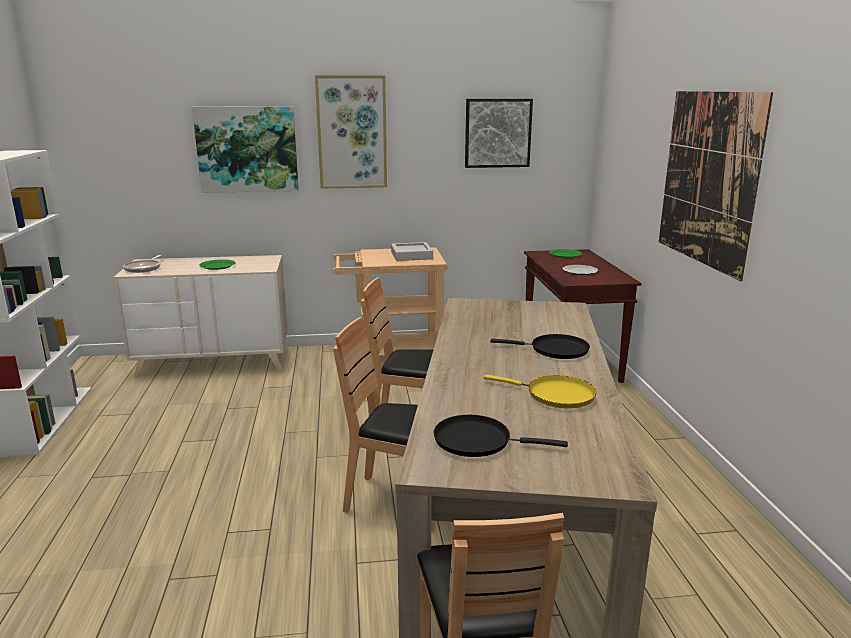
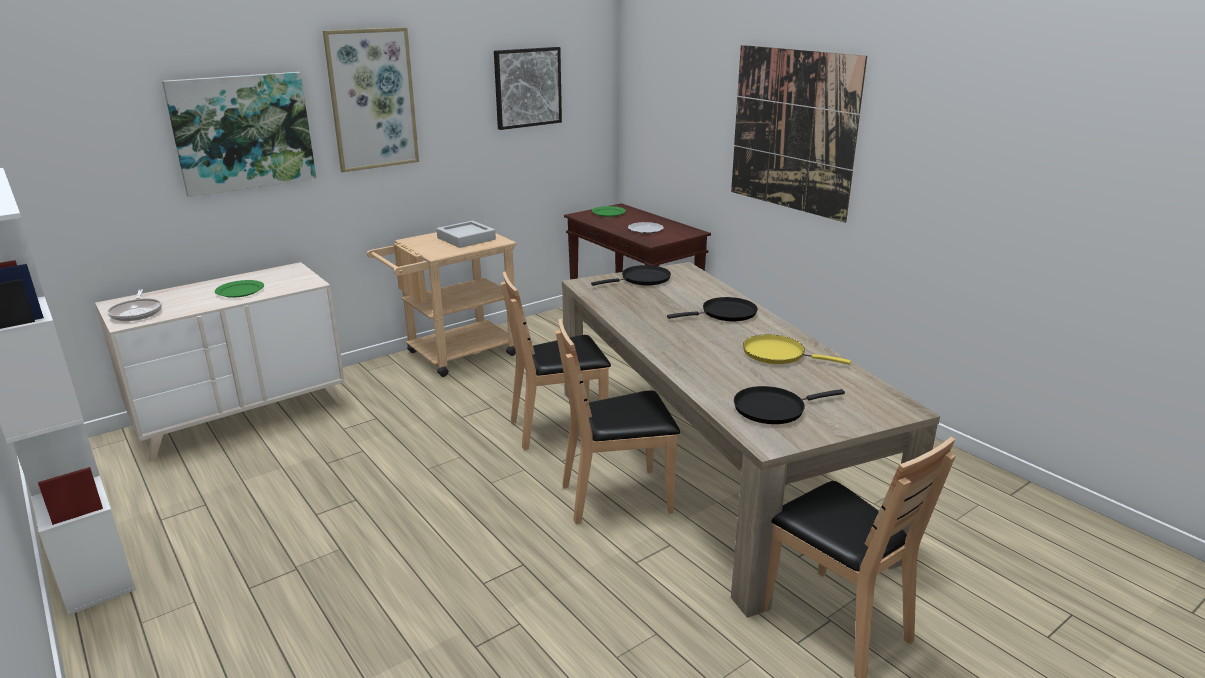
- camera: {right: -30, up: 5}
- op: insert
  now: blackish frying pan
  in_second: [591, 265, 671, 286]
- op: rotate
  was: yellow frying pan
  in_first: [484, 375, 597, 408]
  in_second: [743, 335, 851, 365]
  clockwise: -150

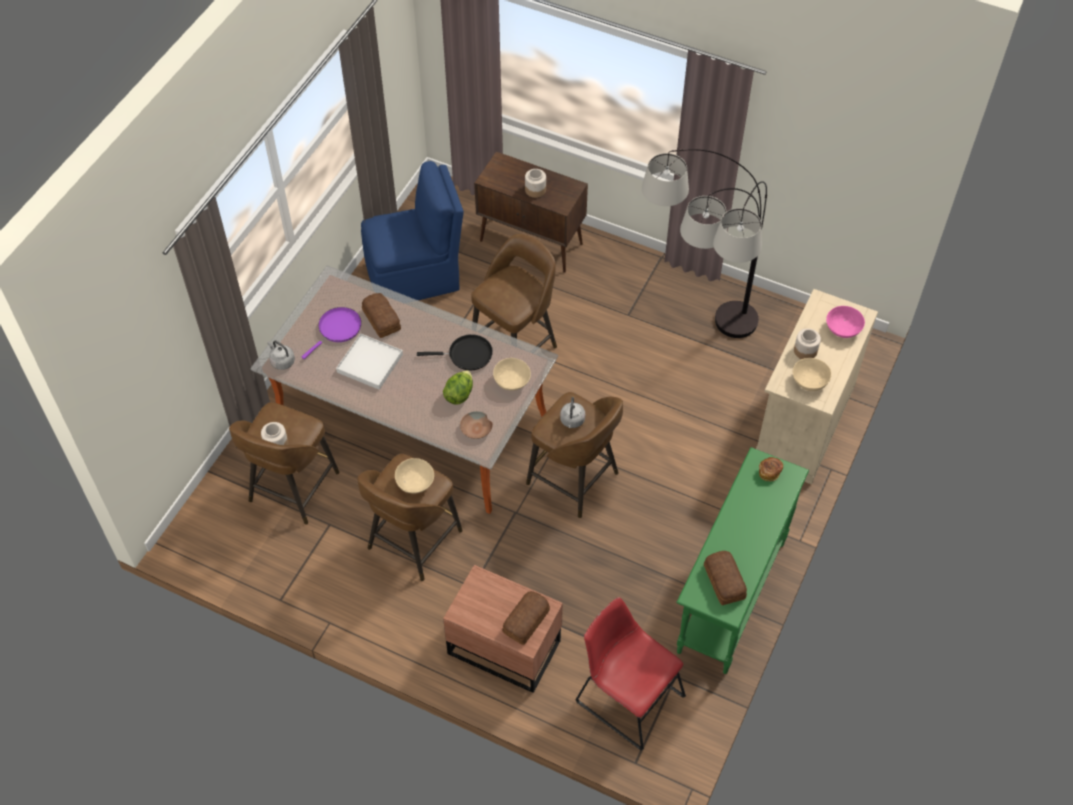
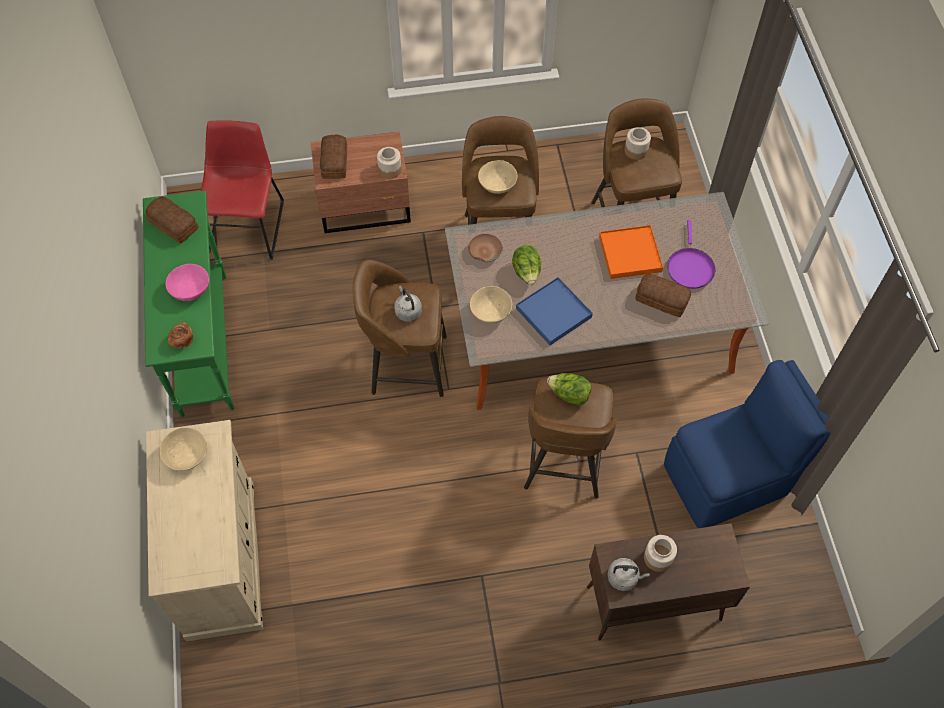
- camera: {right: 145, up: 5}
- op: move
  was: pink-coloured serving bowl
  in_first: [826, 306, 865, 338]
  in_second: [166, 264, 209, 301]
- op: rotate
  was: red-coloured plain chair
  in_first: [575, 597, 686, 750]
  in_second: [201, 121, 284, 260]
  clockwise: -90
- op: move
  was: jar
  in_first: [794, 328, 821, 359]
  in_second: [377, 147, 402, 179]
- op: replace
  was: blackish frying pan
  now: blue tray
  in_first: [417, 334, 493, 370]
  in_second: [516, 277, 593, 345]
- op: insert
  now: lettuce
  in_second: [547, 373, 591, 406]
- op: recolor
  was: white tray
  now: orangey tray
  in_first: [336, 333, 403, 390]
  in_second: [599, 225, 663, 279]
- op: move
  was: greyish tea kettle
  in_first: [268, 341, 295, 370]
  in_second: [607, 558, 650, 591]
- op: rotate
  was: blue plain chair
  in_first: [361, 161, 464, 300]
  in_second: [664, 360, 830, 528]
  clockwise: -150
- op: delete
  was: floor lamp
  in_first: [642, 149, 767, 338]

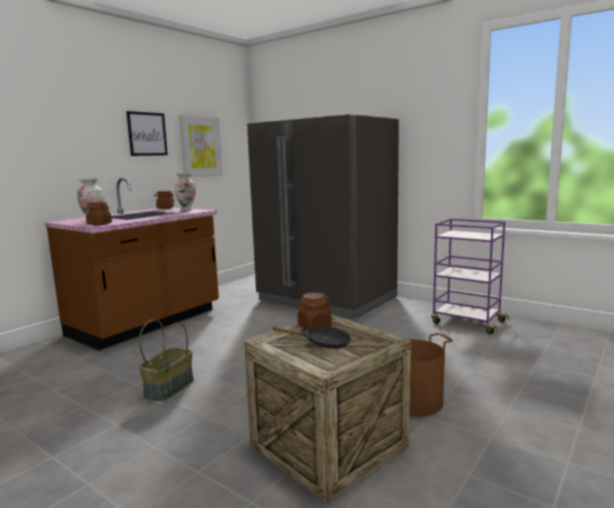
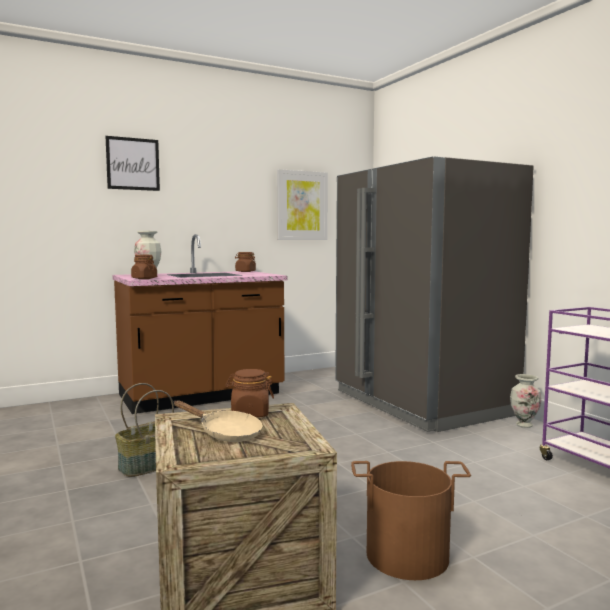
- camera: {right: 25, up: -5}
- op: move
  was: wall art
  in_first: [126, 111, 168, 156]
  in_second: [106, 136, 160, 191]
- op: recolor
  was: blackish frying pan
  now: beige frying pan
  in_first: [273, 326, 351, 349]
  in_second: [174, 400, 262, 442]
- op: move
  was: flower vase
  in_first: [174, 173, 196, 211]
  in_second: [510, 374, 542, 428]

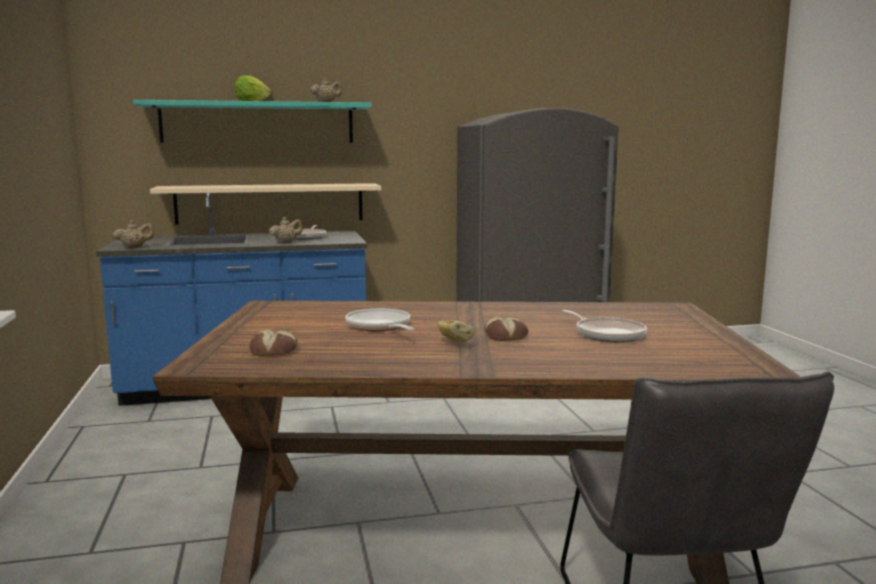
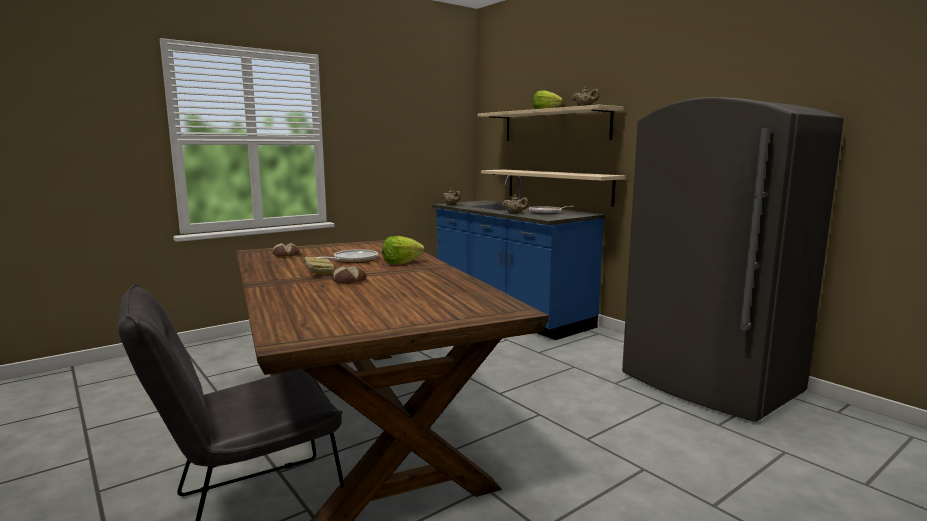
- camera: {right: 65, up: 0}
- op: insert
  now: lettuce
  in_second: [382, 236, 425, 264]
- op: recolor
  was: turquoise-coloured bracket shelf
  now: beige bracket shelf
  in_first: [133, 100, 372, 143]
  in_second: [477, 105, 624, 141]
- op: delete
  was: frying pan
  in_first: [562, 310, 647, 342]

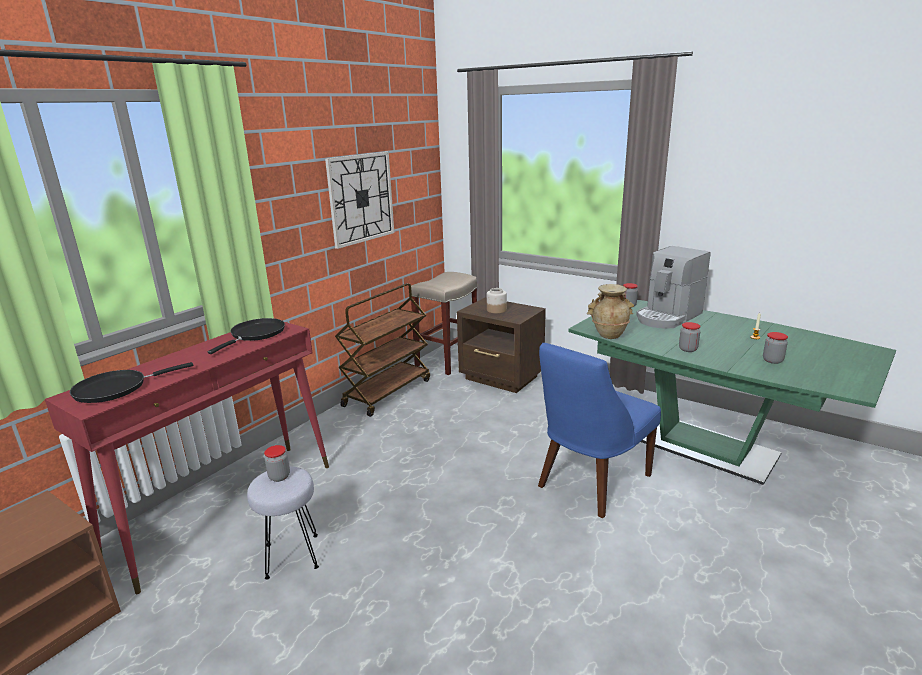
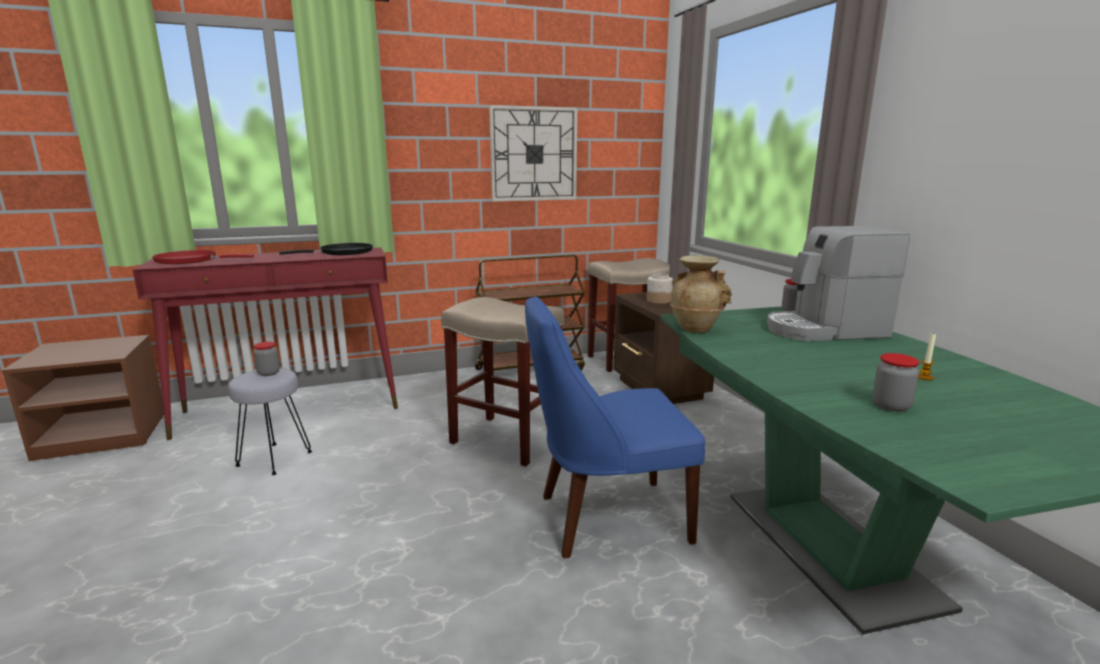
- camera: {right: 35, up: -5}
- op: recolor
  was: blackish frying pan
  now: red-coloured frying pan
  in_first: [70, 362, 193, 403]
  in_second: [152, 250, 254, 264]
- op: insert
  now: beige sitting stool
  in_second: [441, 297, 564, 467]
- op: delete
  was: jar
  in_first: [679, 322, 700, 352]

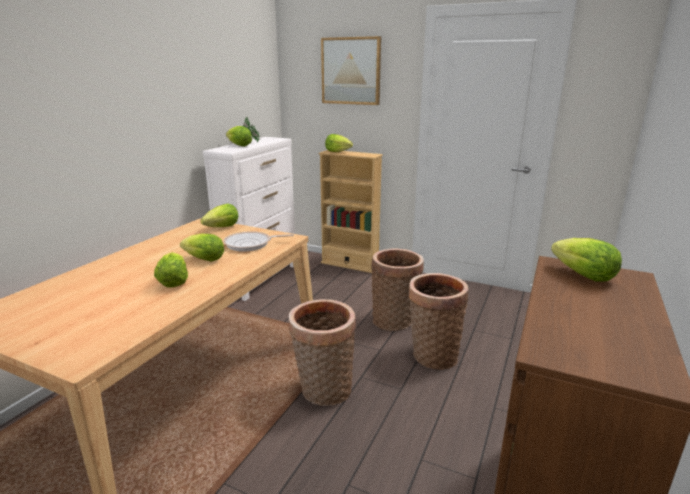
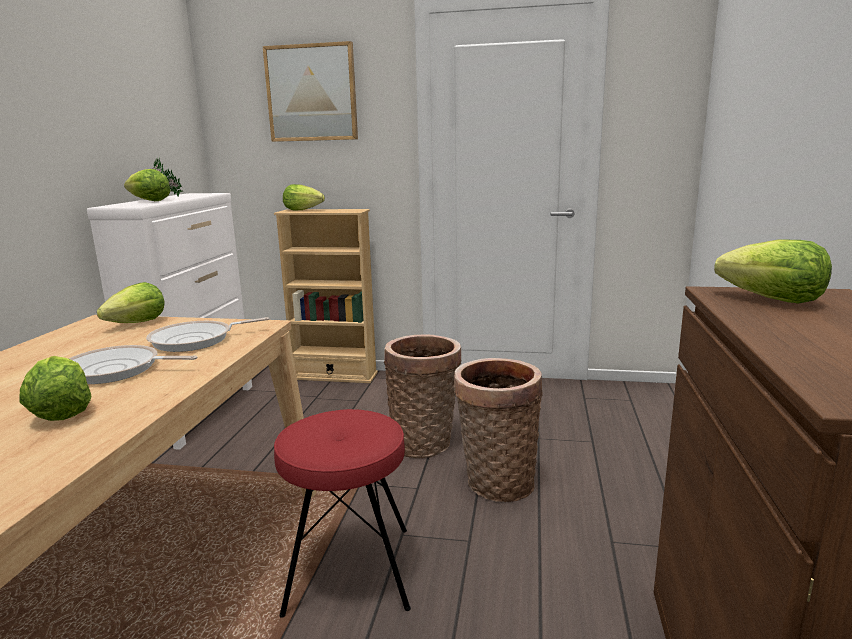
- camera: {right: -15, up: -5}
- op: replace
  was: lettuce
  now: frying pan
  in_first: [180, 234, 224, 262]
  in_second: [69, 345, 198, 384]
- op: replace
  was: basket
  now: red-coloured sitting stool
  in_first: [288, 299, 356, 406]
  in_second: [274, 409, 411, 618]

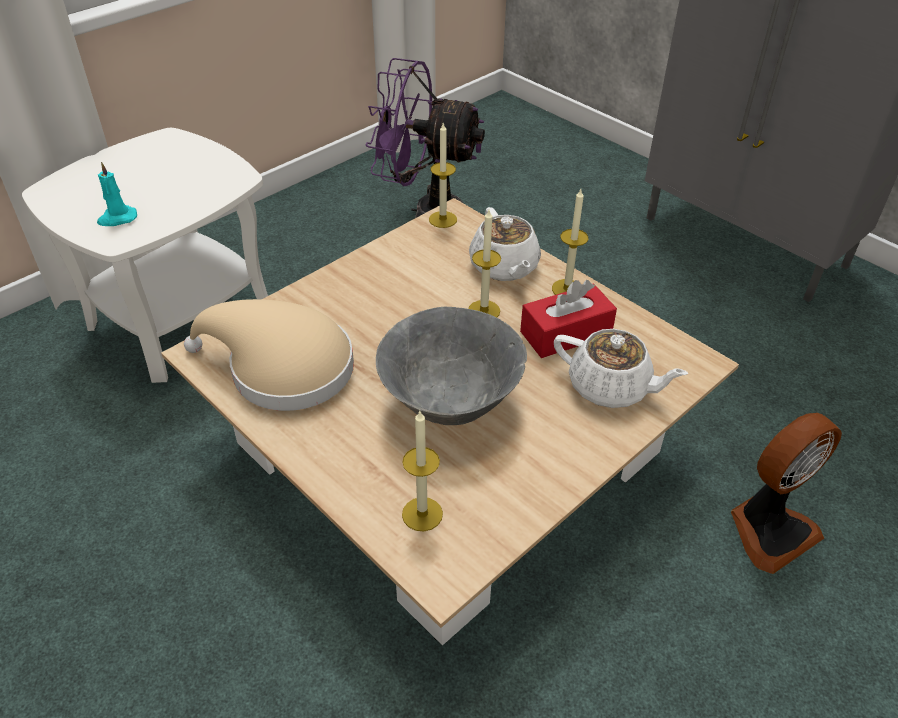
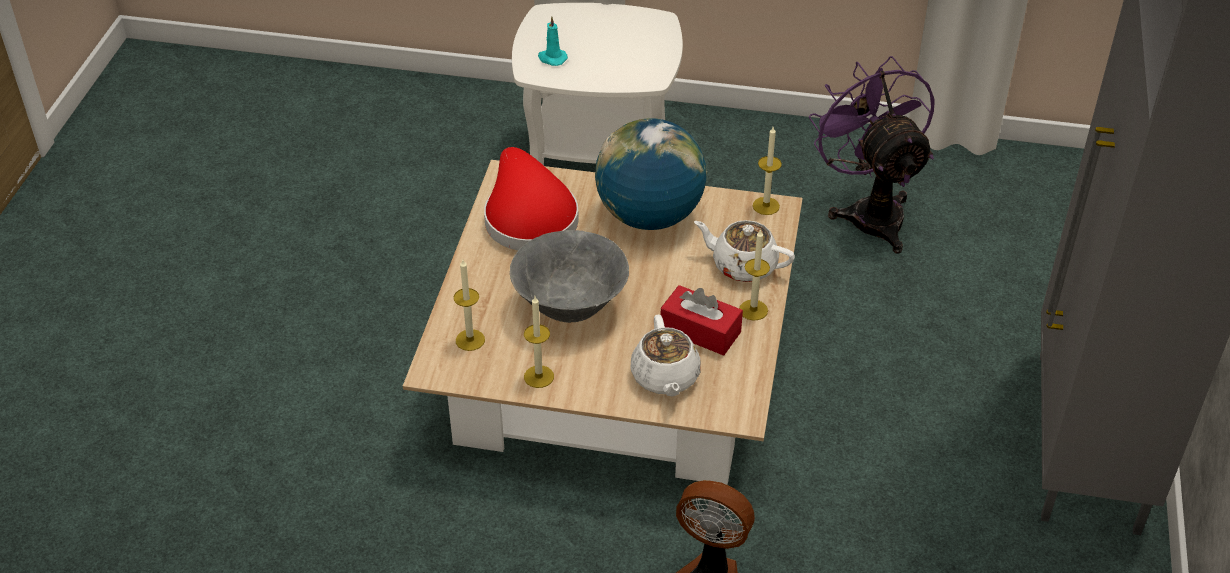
- camera: {right: 55, up: 0}
- op: recolor
  was: beige clothing hat
  now: red-coloured clothing hat
  in_first: [184, 299, 354, 411]
  in_second: [484, 147, 579, 250]
- op: move
  was: wax candle
  in_first: [469, 210, 501, 318]
  in_second: [524, 296, 554, 388]
- op: insert
  now: desk globe
  in_second: [595, 118, 707, 230]
- op: rotate
  was: white pot for tea
  in_first: [469, 207, 541, 281]
  in_second: [694, 220, 795, 282]
  clockwise: 75

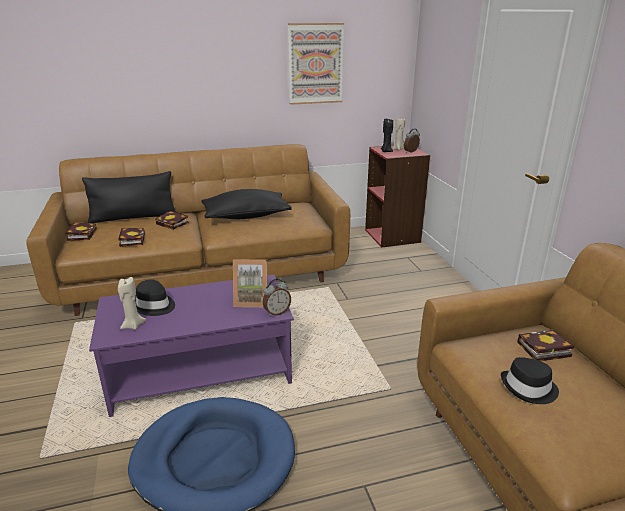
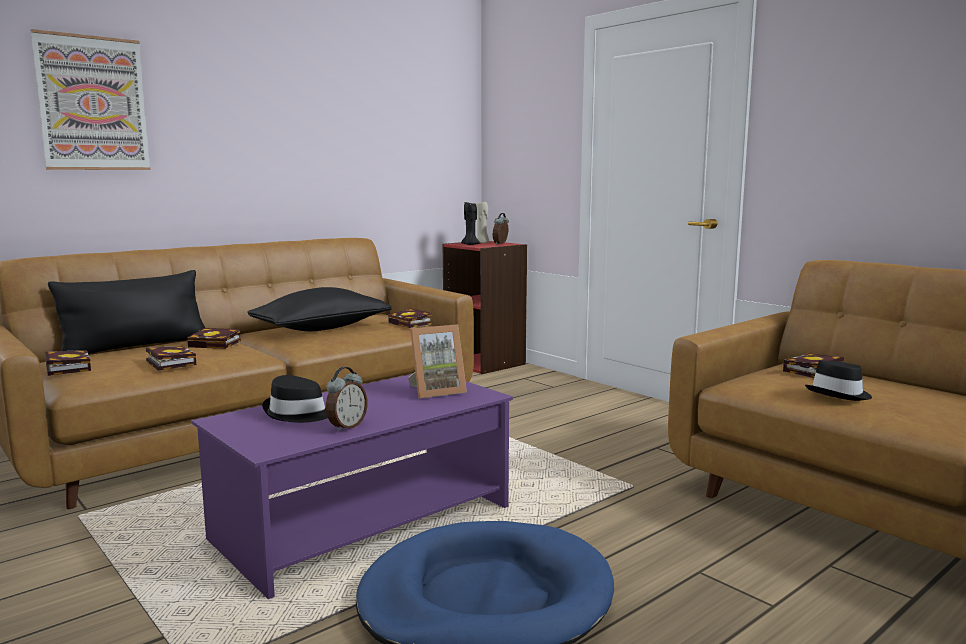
- camera: {right: -25, up: -15}
- op: move
  was: wall art
  in_first: [288, 23, 344, 105]
  in_second: [30, 29, 151, 170]
- op: move
  was: table clock
  in_first: [263, 279, 291, 316]
  in_second: [326, 367, 367, 432]
- op: insert
  now: volume
  in_second: [388, 309, 432, 328]
- op: delete
  was: beige wax candle
  in_first: [118, 277, 146, 330]

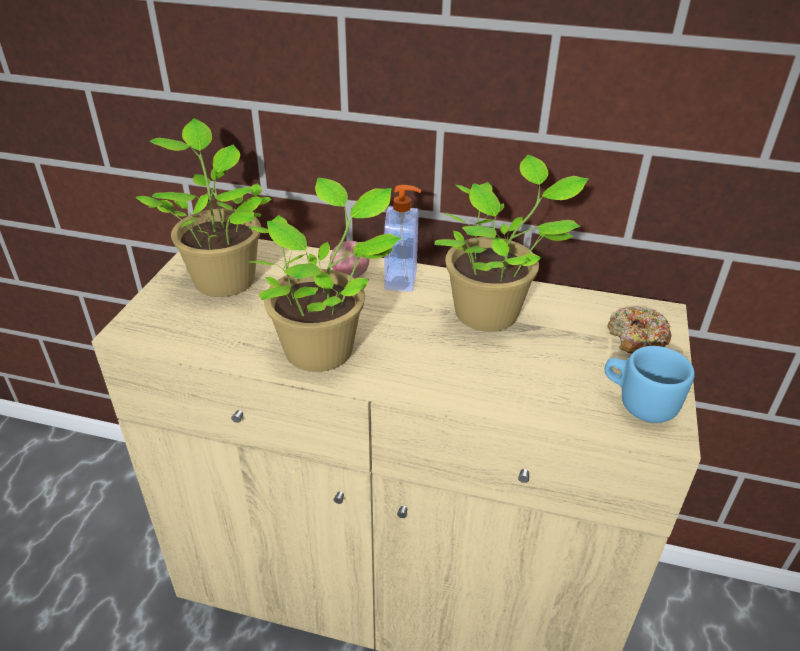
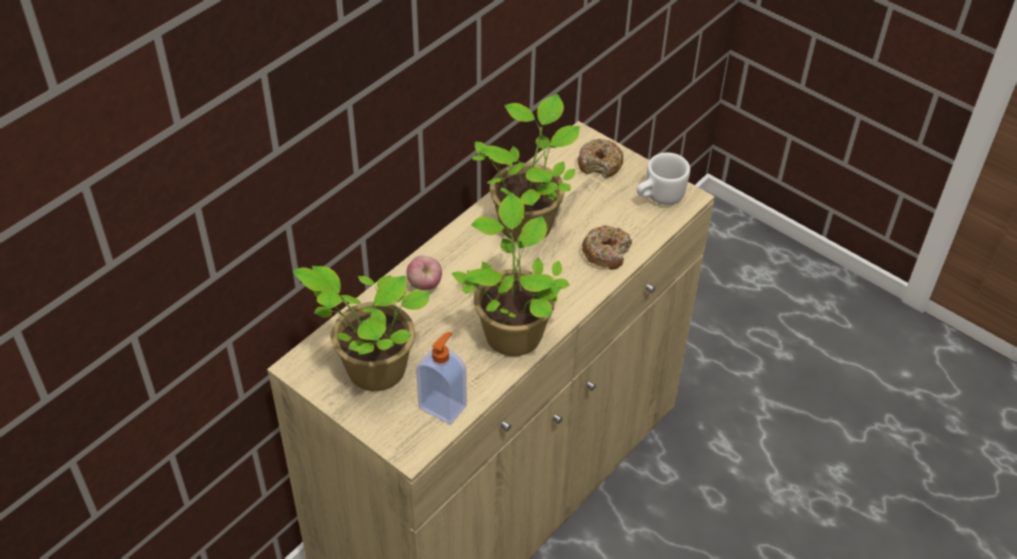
- camera: {right: -65, up: 10}
- op: move
  was: soap bottle
  in_first: [384, 185, 421, 292]
  in_second: [416, 332, 467, 425]
- op: insert
  now: doughnut
  in_second: [582, 226, 632, 270]
- op: recolor
  was: blue tea mug
  now: white tea mug
  in_first: [605, 346, 695, 423]
  in_second: [637, 152, 690, 205]

